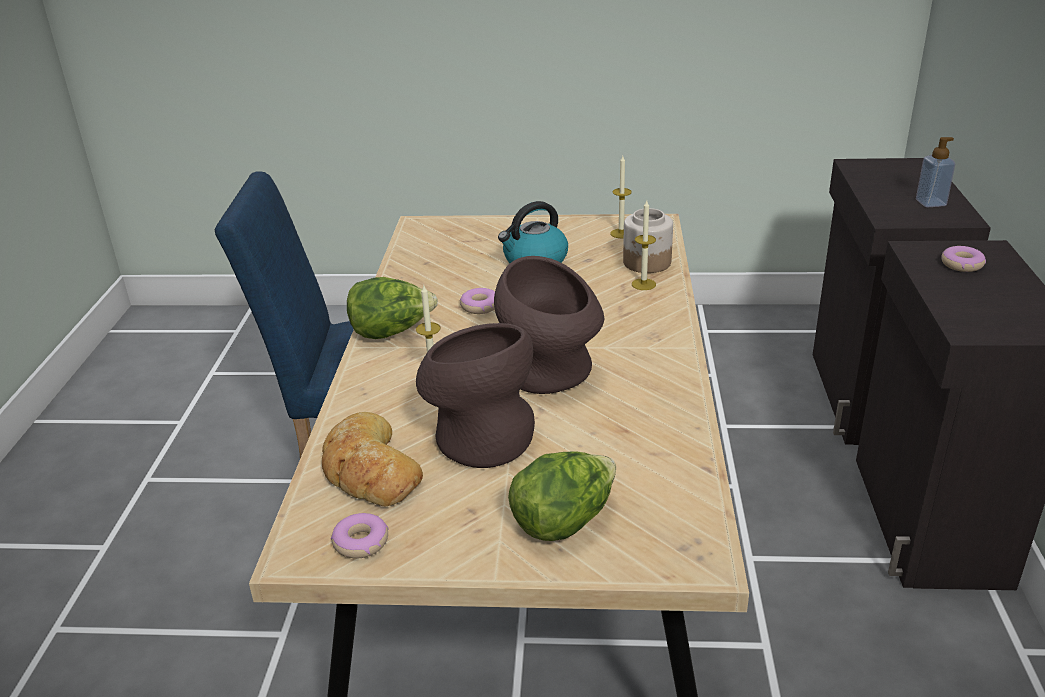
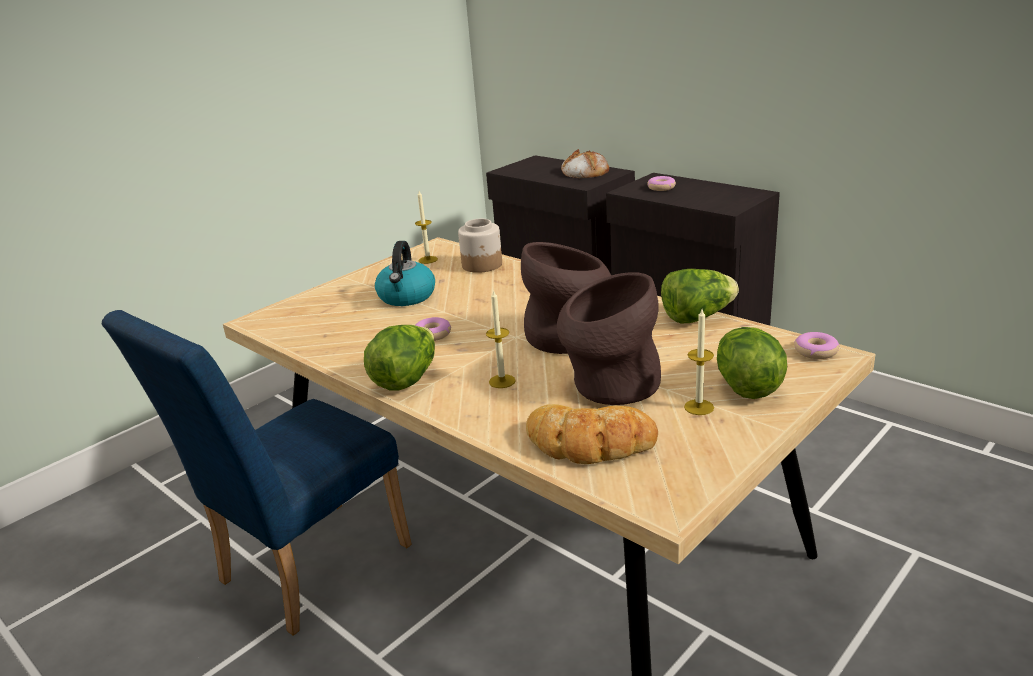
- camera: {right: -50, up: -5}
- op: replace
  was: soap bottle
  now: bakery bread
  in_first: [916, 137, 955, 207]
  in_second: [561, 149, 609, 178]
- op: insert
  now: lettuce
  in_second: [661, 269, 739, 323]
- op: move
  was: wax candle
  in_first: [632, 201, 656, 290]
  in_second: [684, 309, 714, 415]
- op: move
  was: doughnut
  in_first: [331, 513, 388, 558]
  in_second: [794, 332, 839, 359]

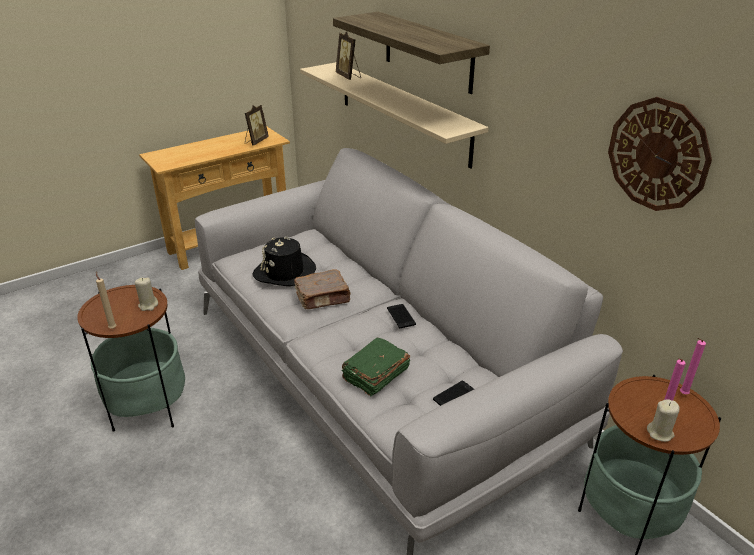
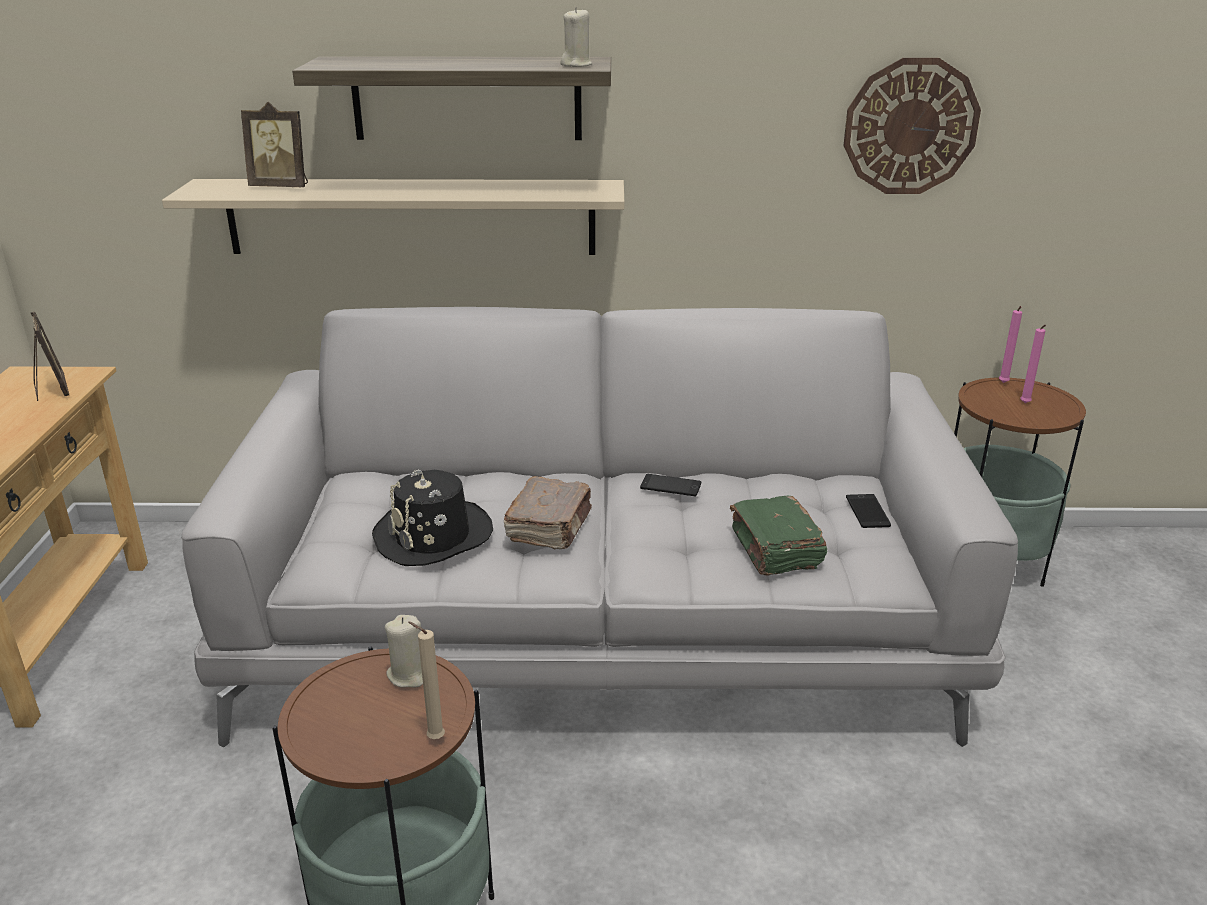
- camera: {right: -55, up: -5}
- op: move
  was: beige wax candle
  in_first: [647, 399, 680, 442]
  in_second: [560, 7, 592, 67]

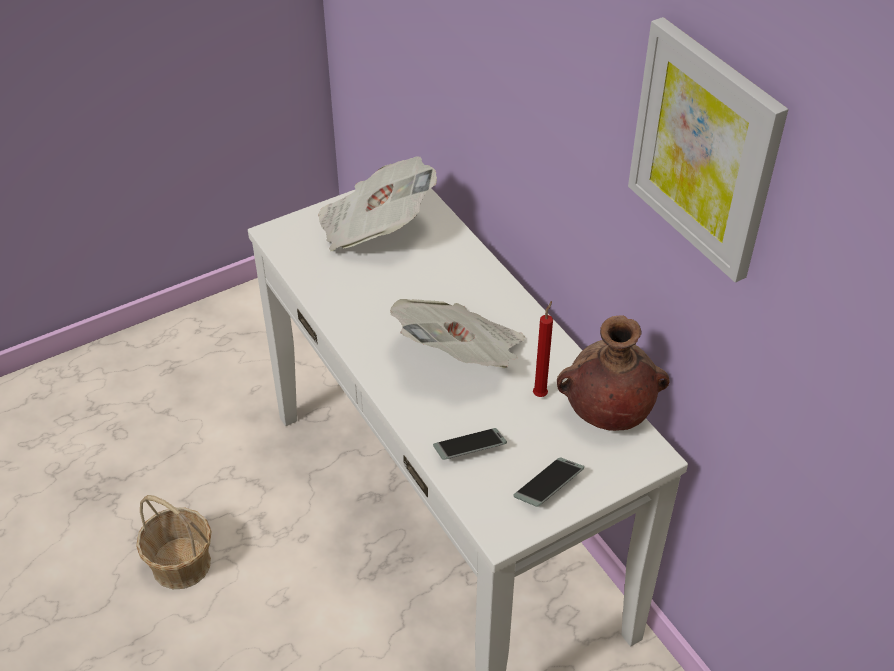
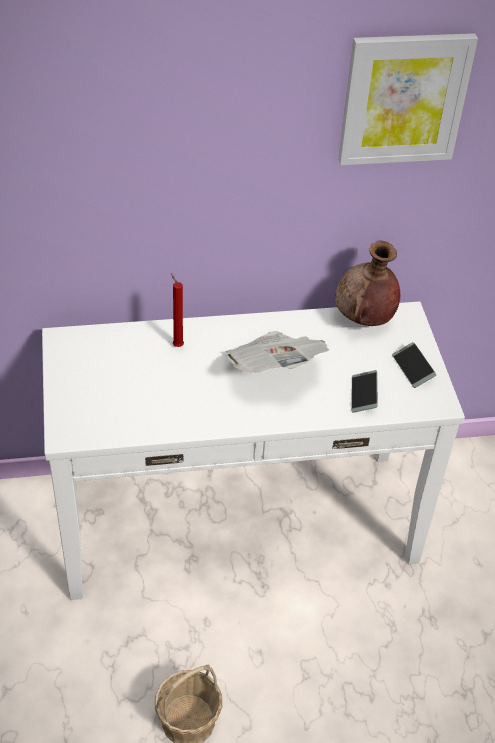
- camera: {right: -70, up: 0}
- op: move
  was: red-coloured wax candle
  in_first: [533, 301, 553, 397]
  in_second: [171, 273, 184, 347]
- op: delete
  was: printed paper
  in_first: [318, 156, 437, 251]

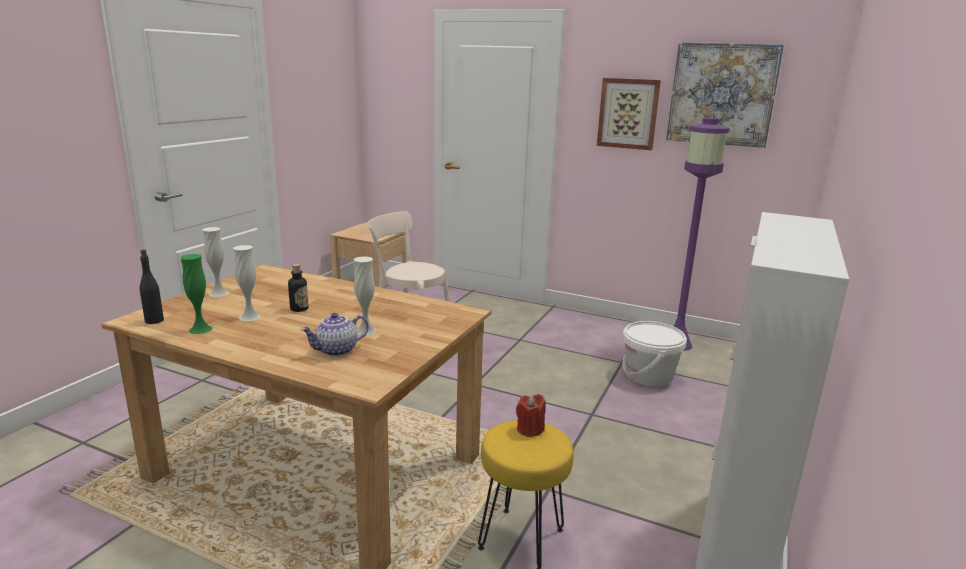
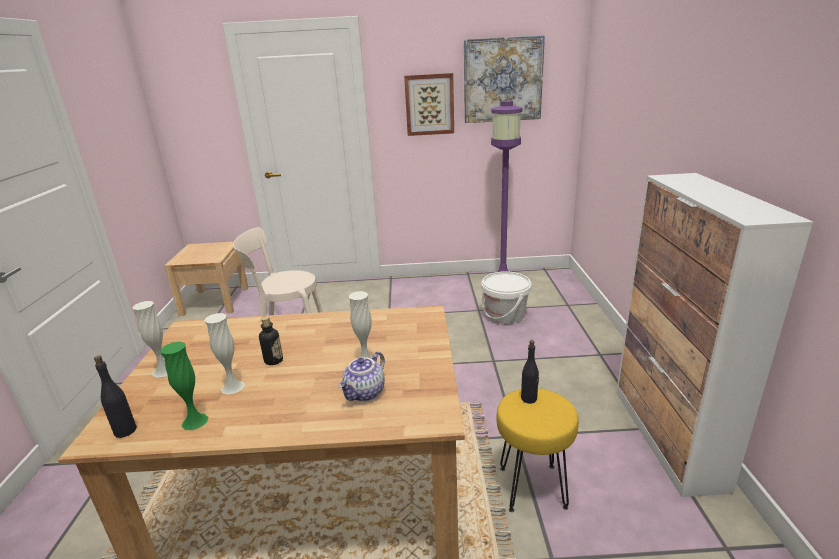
- camera: {right: -25, up: 5}
- op: replace
  was: red-coloured wax candle
  now: blackish drink bottle
  in_first: [516, 394, 546, 437]
  in_second: [521, 340, 539, 404]

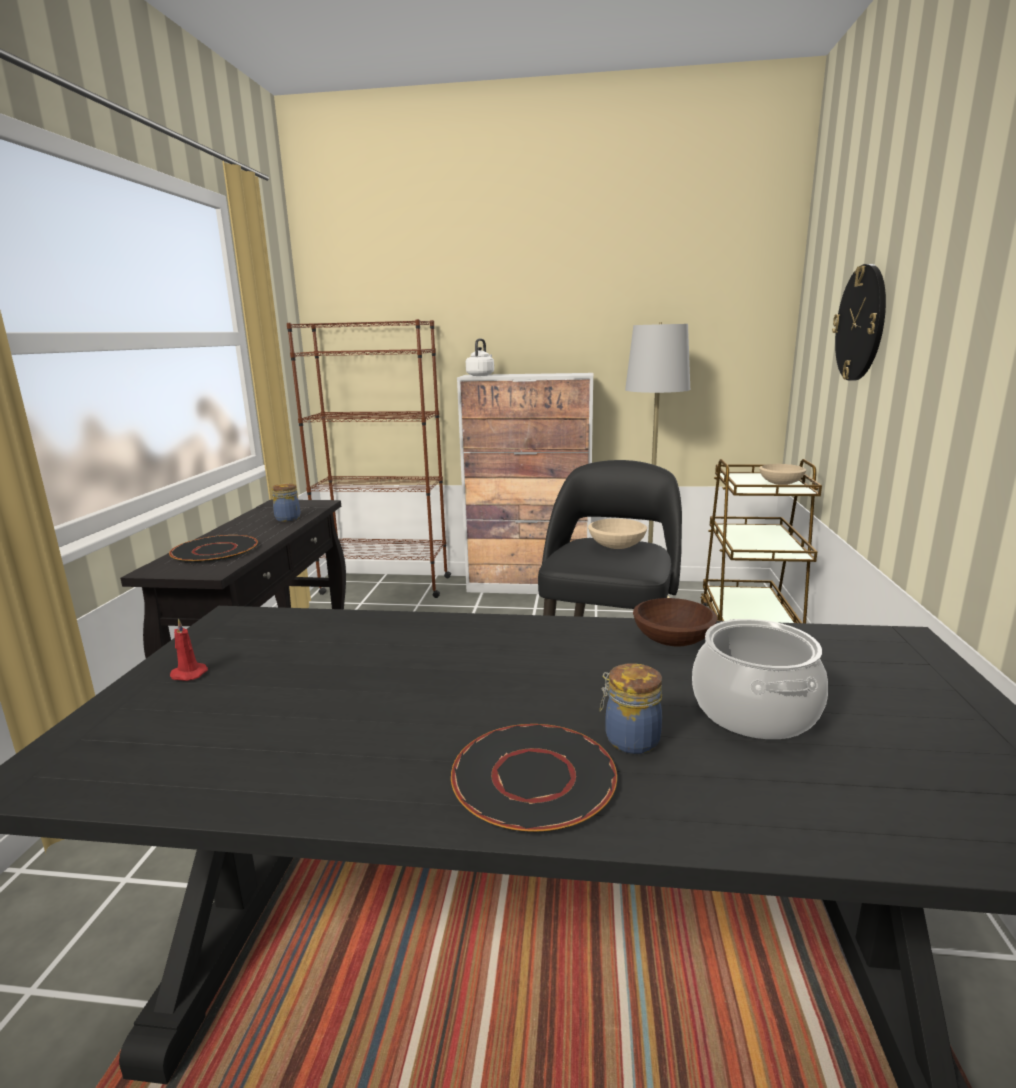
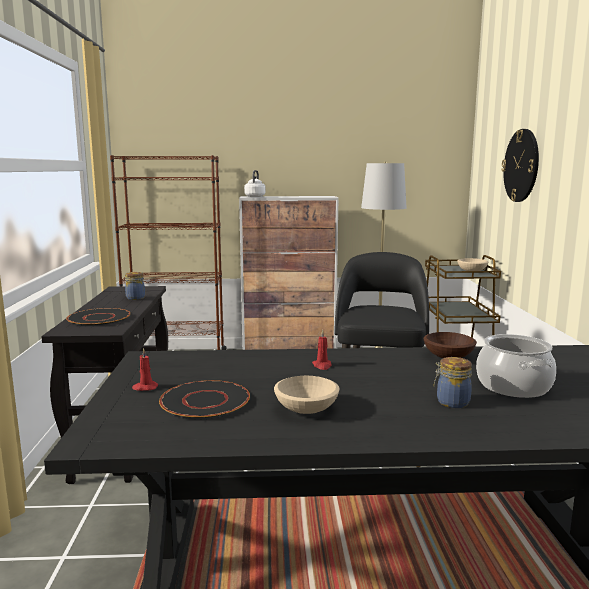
- camera: {right: -10, up: -5}
- op: move
  was: blackish dinner plate
  in_first: [451, 724, 617, 832]
  in_second: [159, 380, 250, 419]
- op: move
  was: beige serving bowl
  in_first: [588, 518, 647, 549]
  in_second: [274, 376, 339, 414]
- op: insert
  now: red-coloured wax candle
  in_second: [312, 330, 332, 370]

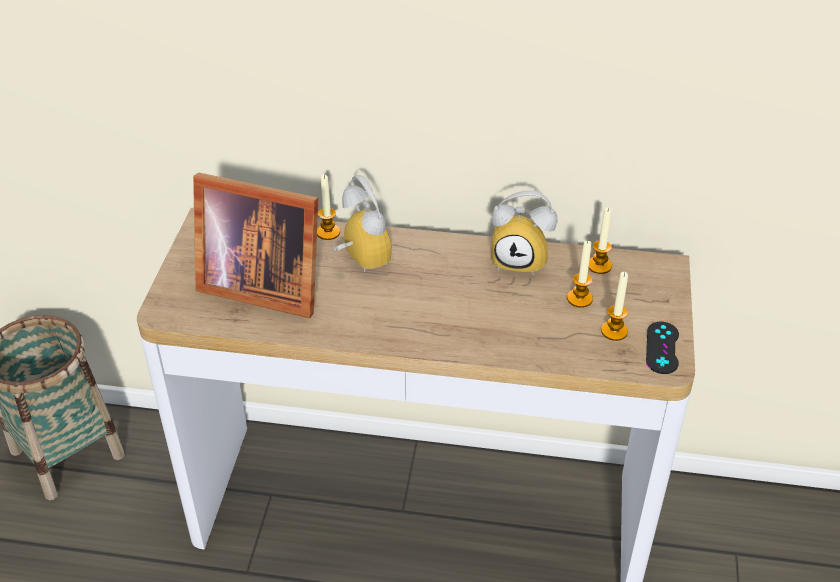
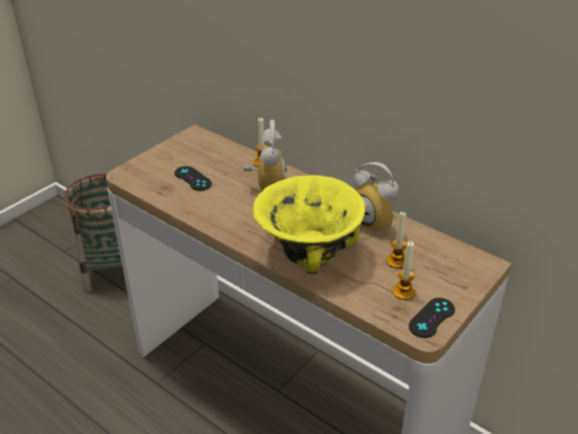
- camera: {right: 30, up: -5}
- op: replace
  was: standing frame
  now: blackish game controller
  in_first: [193, 173, 318, 318]
  in_second: [175, 166, 212, 191]
- op: insert
  now: yellow serving bowl
  in_second: [253, 175, 365, 274]
- op: delete
  was: wax candle
  in_first: [588, 207, 612, 274]

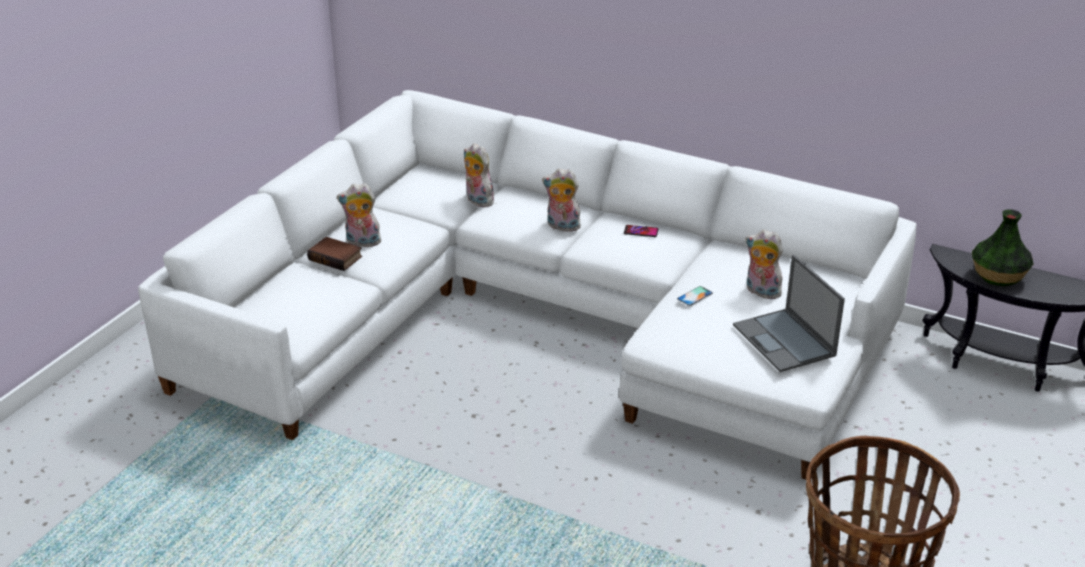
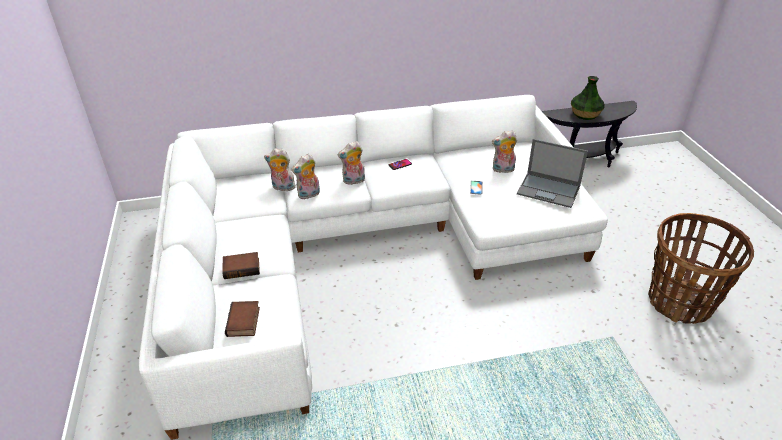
- camera: {right: -40, up: 5}
- op: insert
  now: volume
  in_second: [225, 301, 260, 337]
- op: move
  was: cuddly toy
  in_first: [337, 183, 381, 247]
  in_second: [291, 153, 320, 199]

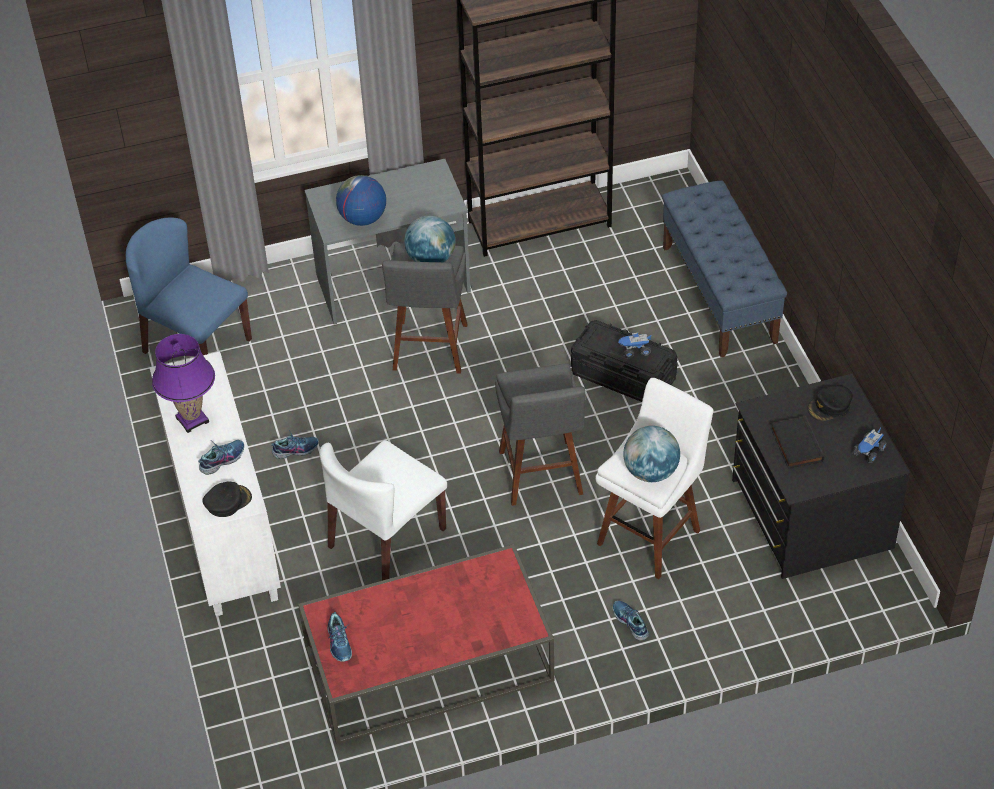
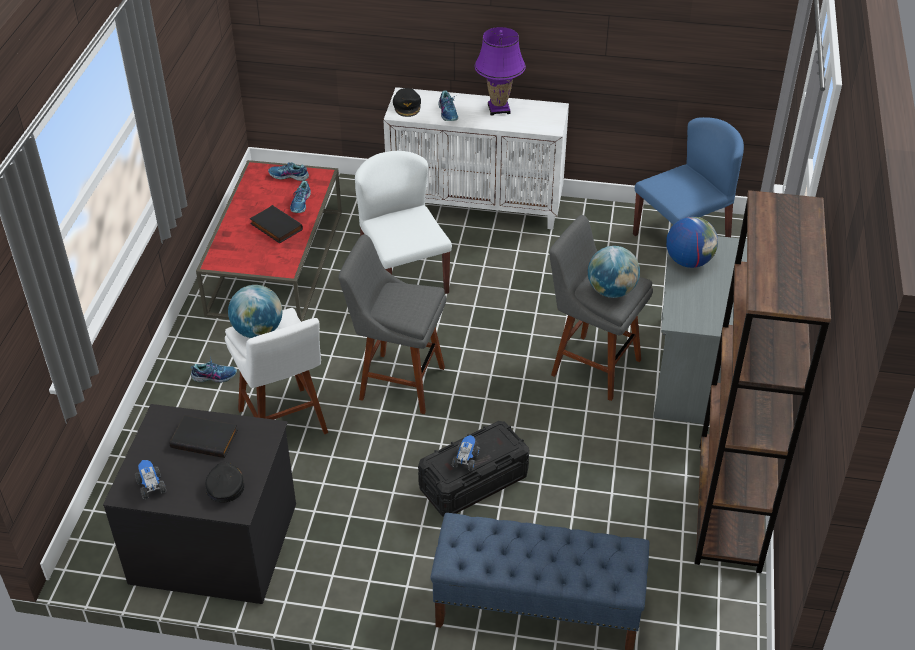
- camera: {right: 115, up: -5}
- op: insert
  now: blackish volume
  in_second: [250, 205, 303, 243]
- op: move
  was: shoe
  in_first: [271, 432, 319, 459]
  in_second: [290, 181, 311, 213]

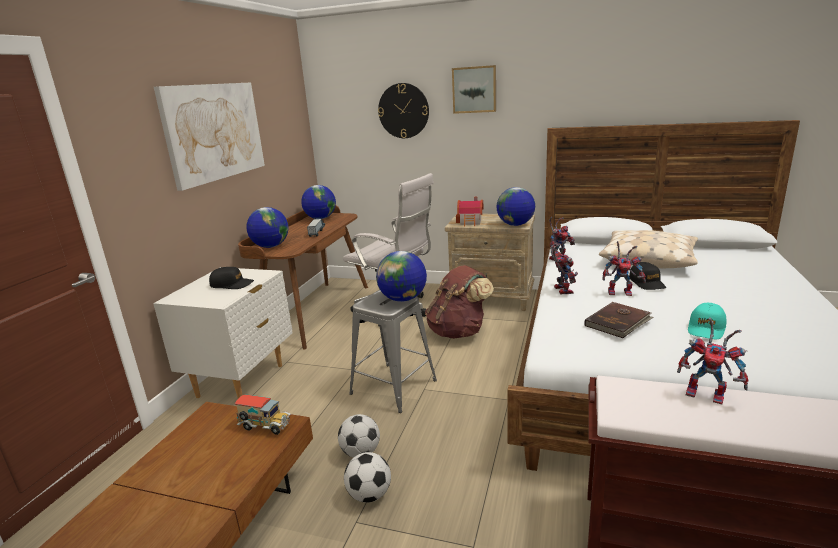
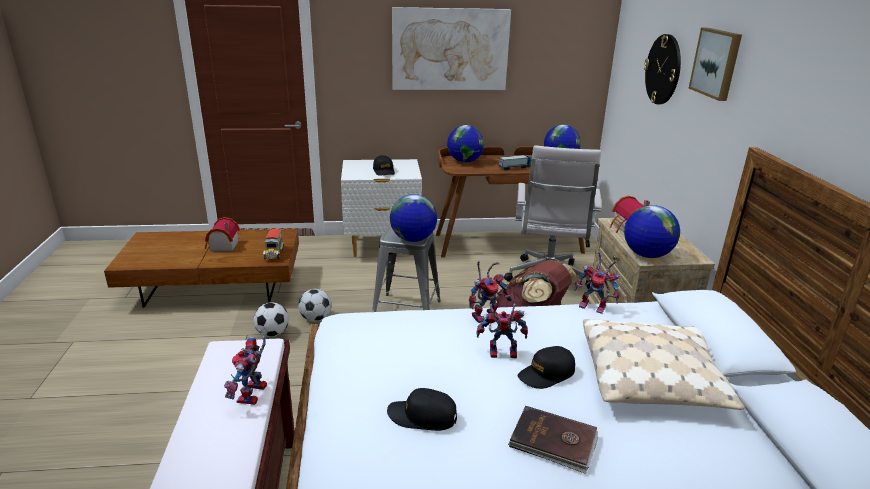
- camera: {right: 65, up: 5}
- op: insert
  now: model house
  in_second: [205, 217, 240, 251]
- op: recolor
  was: turquoise-coloured baseball cap
  now: blackish baseball cap
  in_first: [688, 303, 727, 339]
  in_second: [387, 388, 457, 431]
- op: rotate
  was: robot figure
  in_first: [603, 241, 646, 296]
  in_second: [476, 303, 528, 358]
  clockwise: 105
- op: move
  was: brown volume
  in_first: [584, 302, 653, 338]
  in_second: [508, 406, 598, 474]

